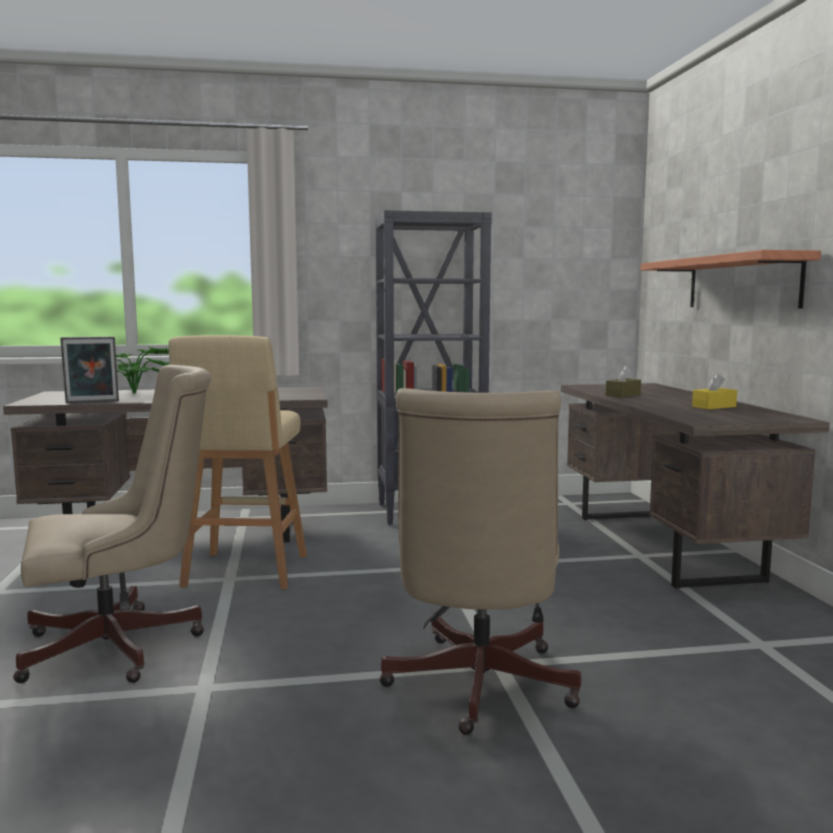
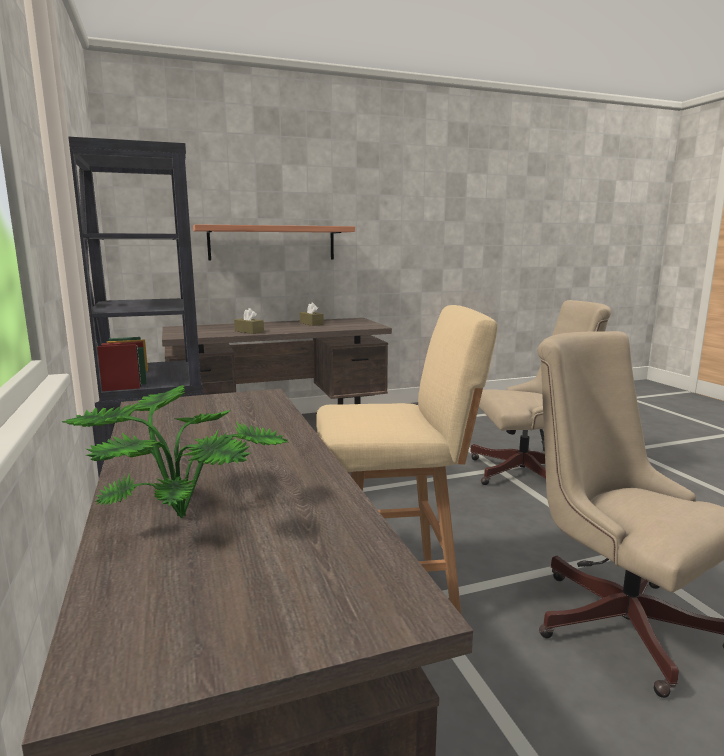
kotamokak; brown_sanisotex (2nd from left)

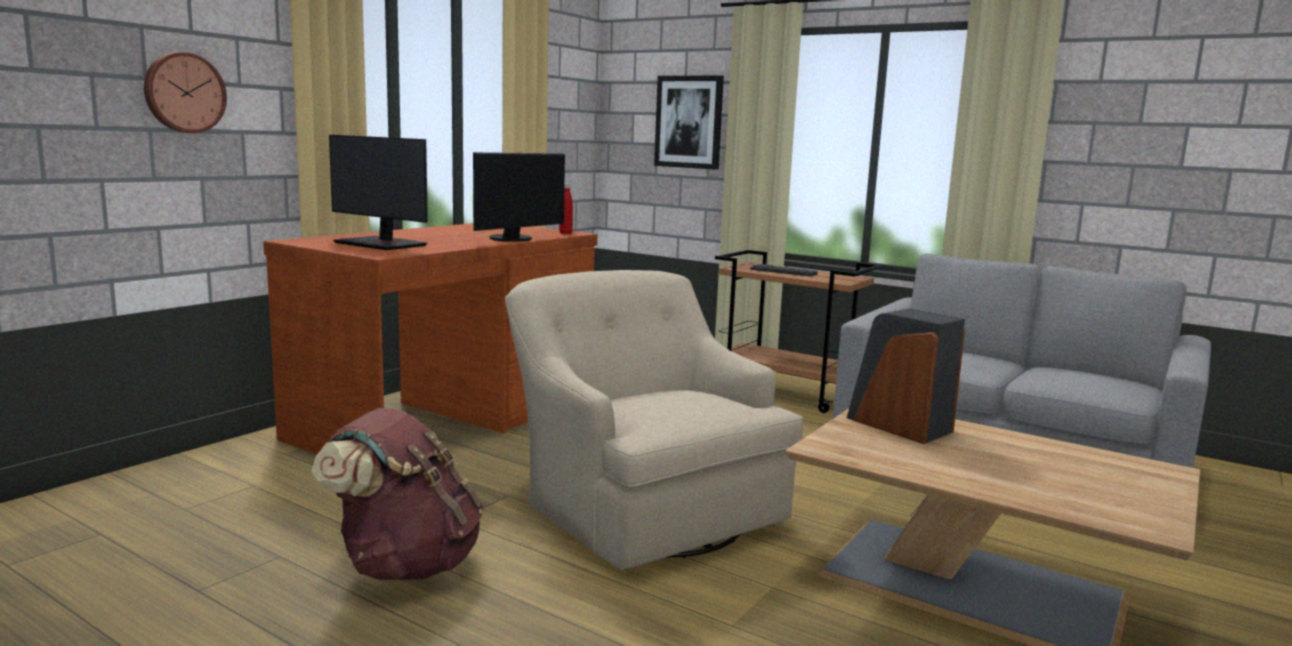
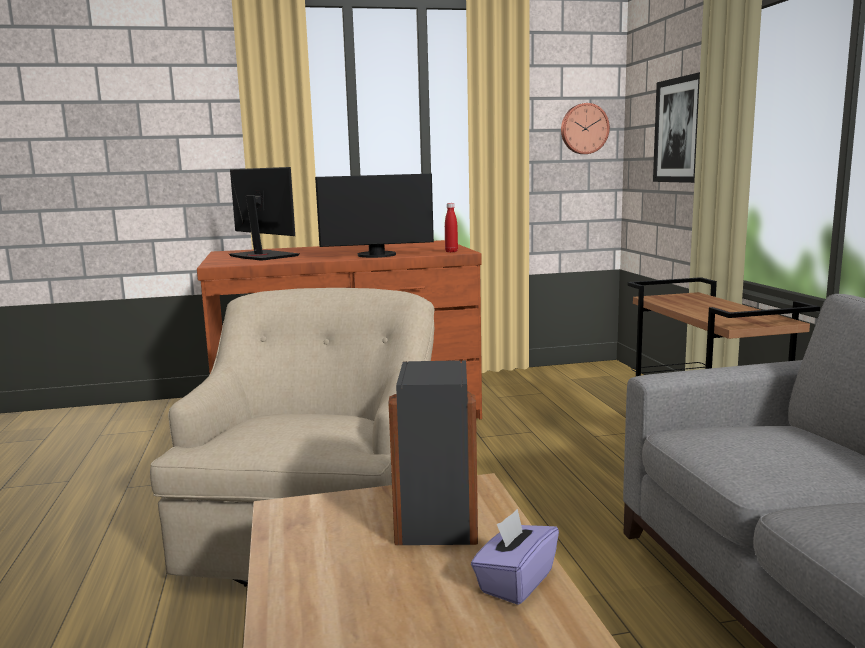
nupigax; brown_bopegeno; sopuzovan (1st from left); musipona; purple_sanisotex

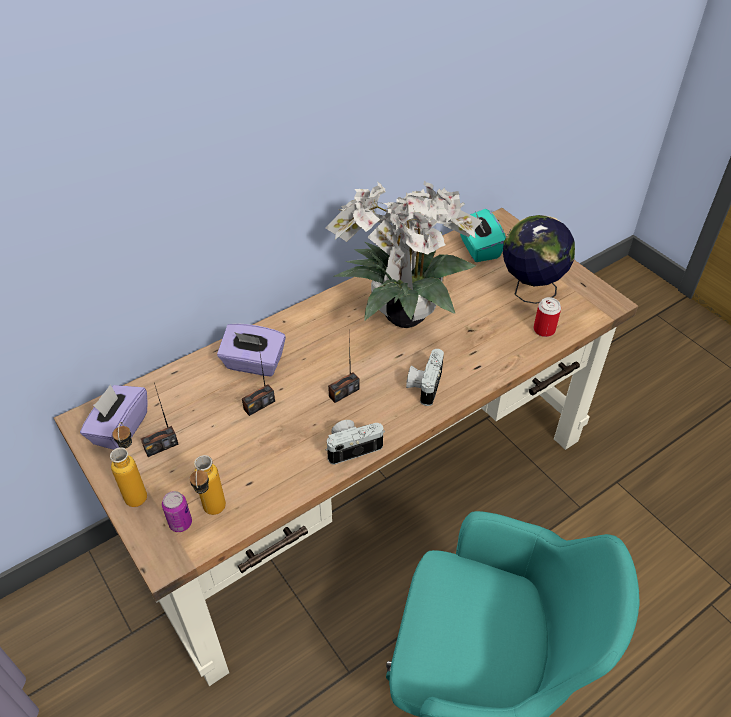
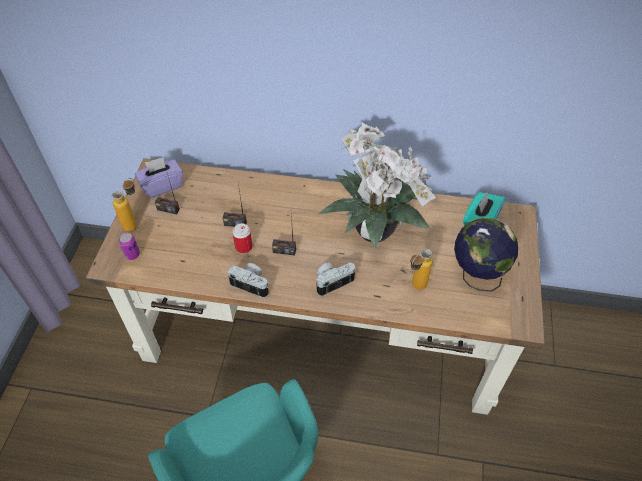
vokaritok (2nd from left); purple_sanisotex (2nd from left in the first image); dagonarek (2nd from left)

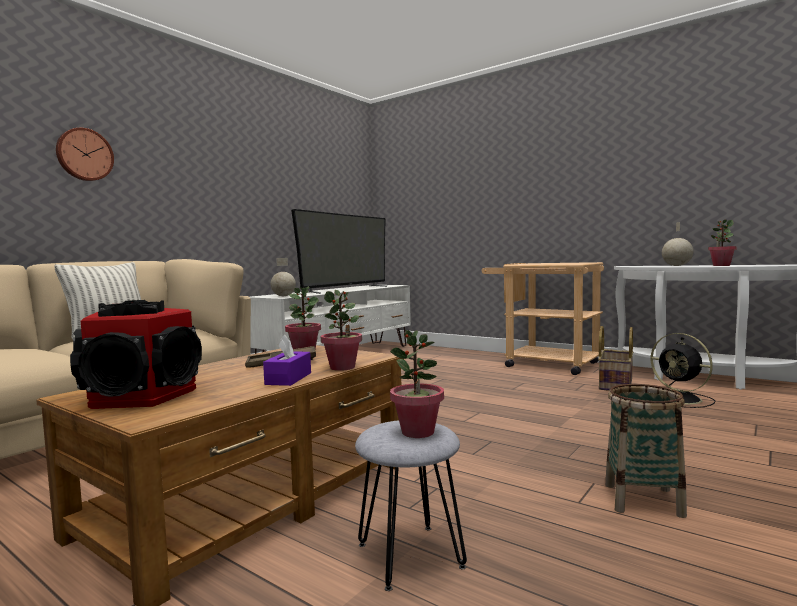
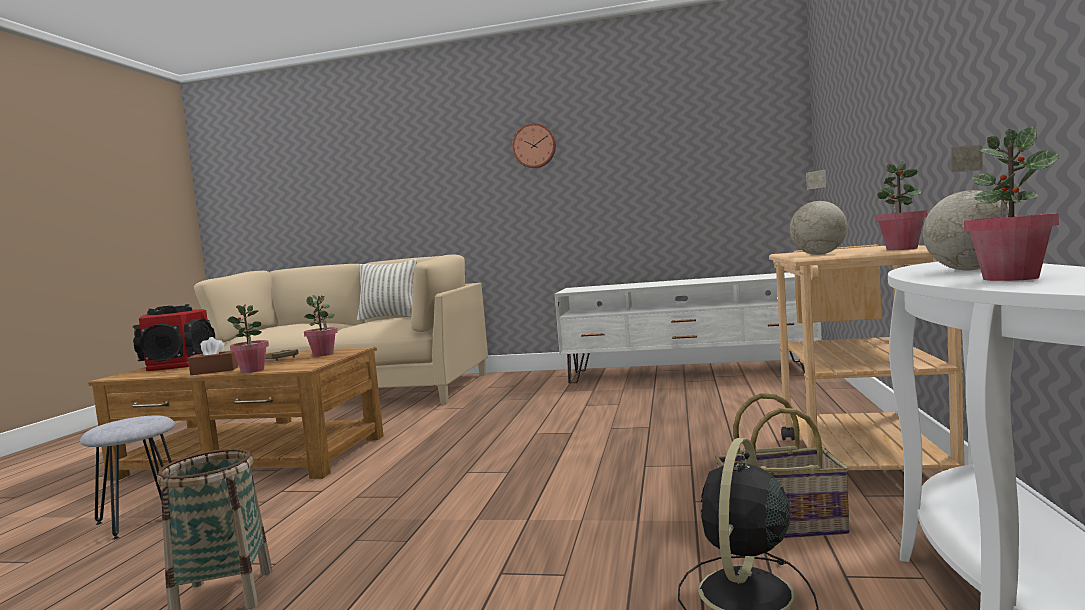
nupigax; brown_sanisotex; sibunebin (1st from left); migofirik; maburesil (3rd from left)

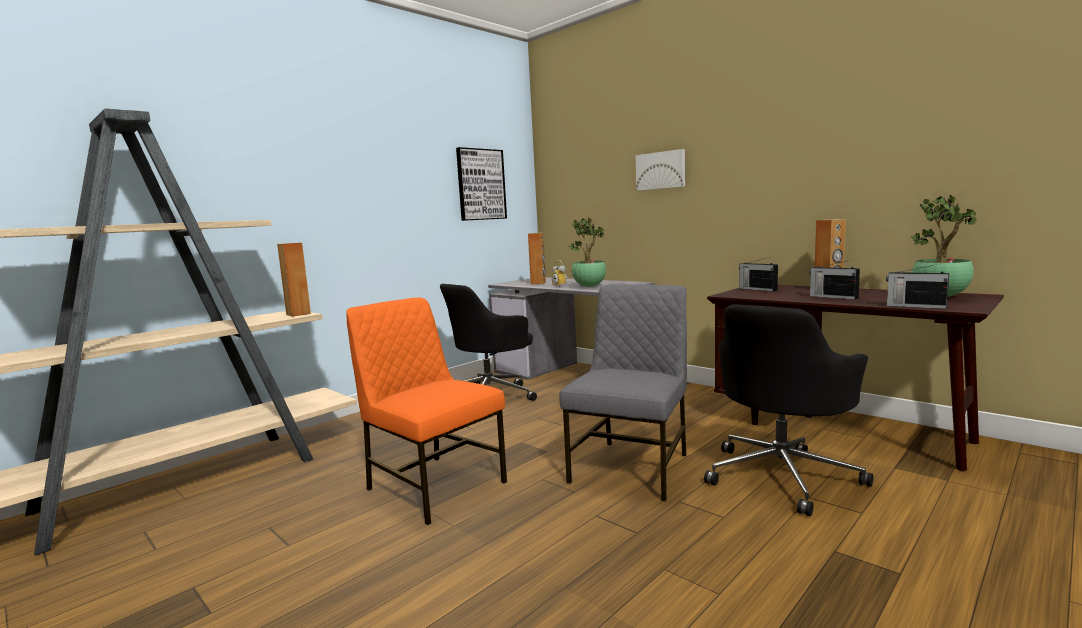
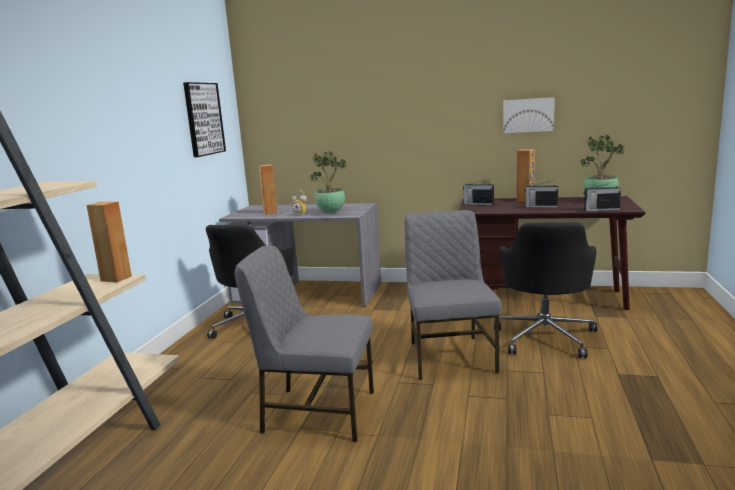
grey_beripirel (1st from left); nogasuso (2nd from left)

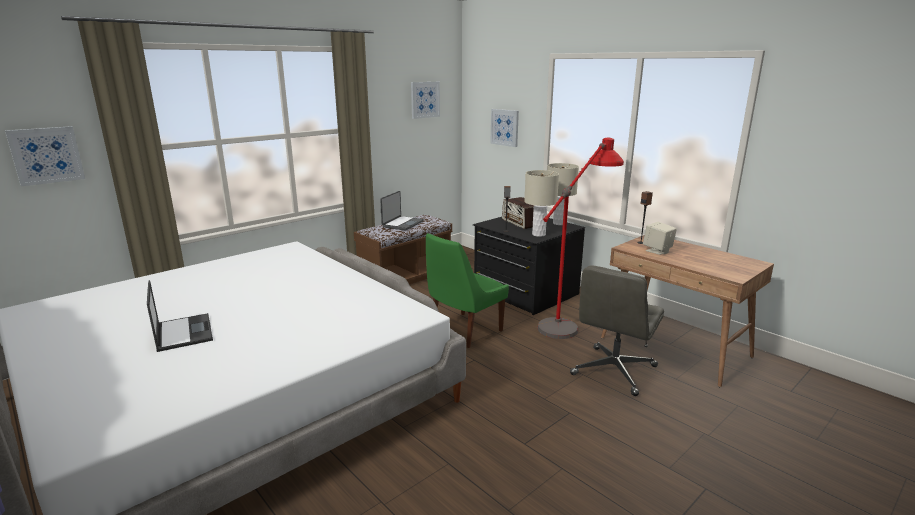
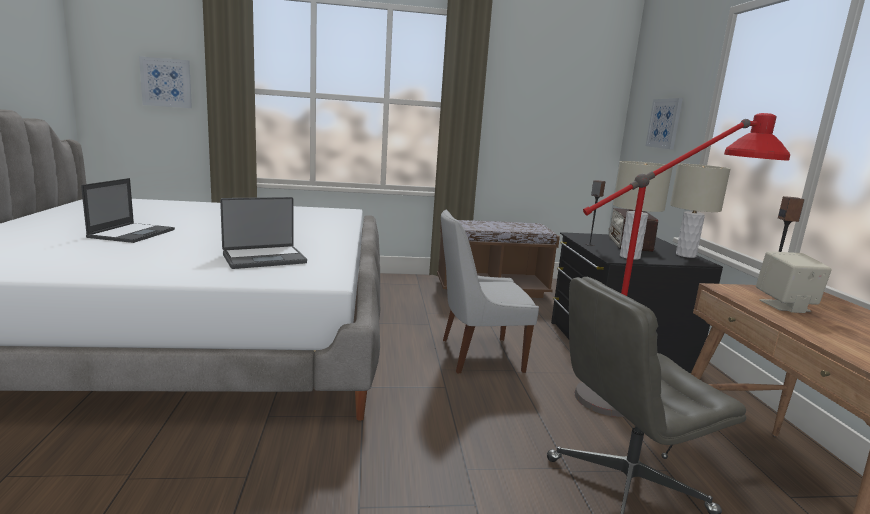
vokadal (2nd from left); nogasuso (2nd from left in the first image); white_beripirel

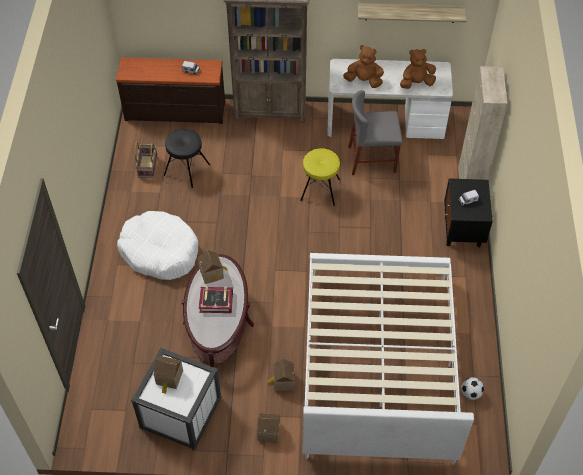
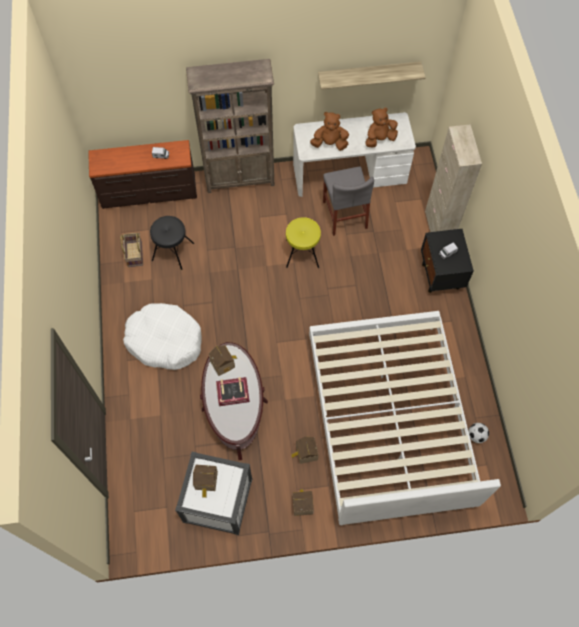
grey_beripirel

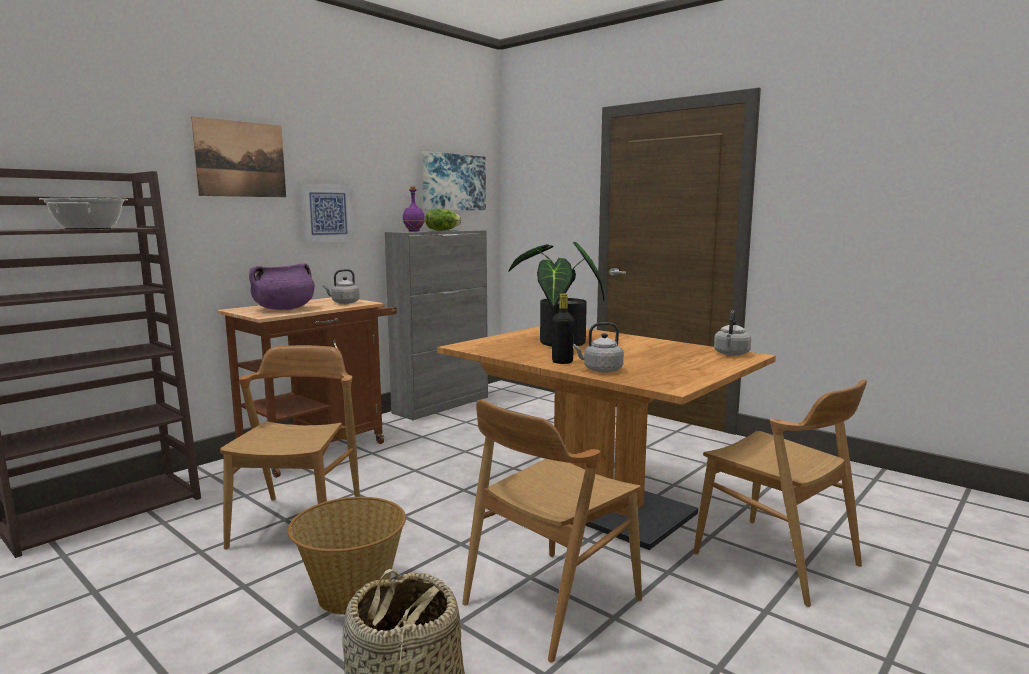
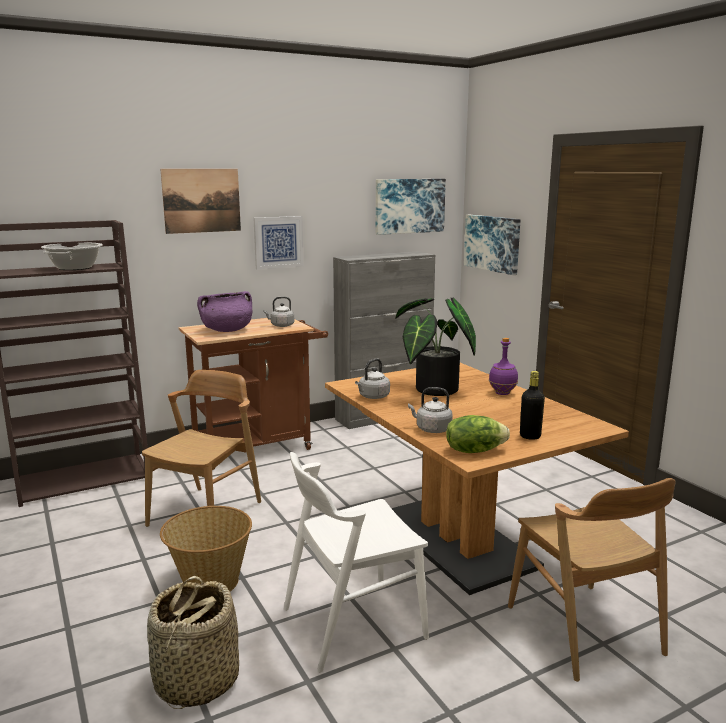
purple_vokaritok; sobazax; white_beripirel; black_vokaritok; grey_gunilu (2nd from left); nogasuso (4th from left)

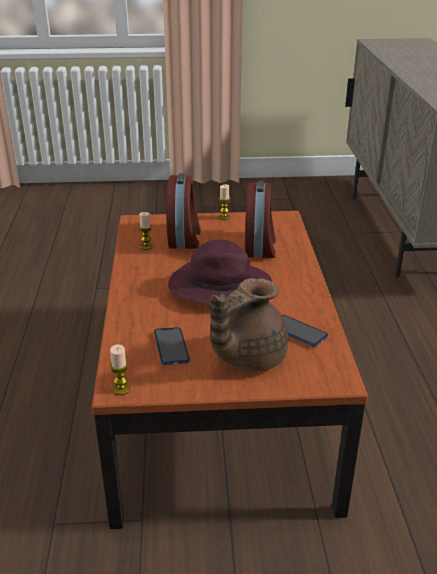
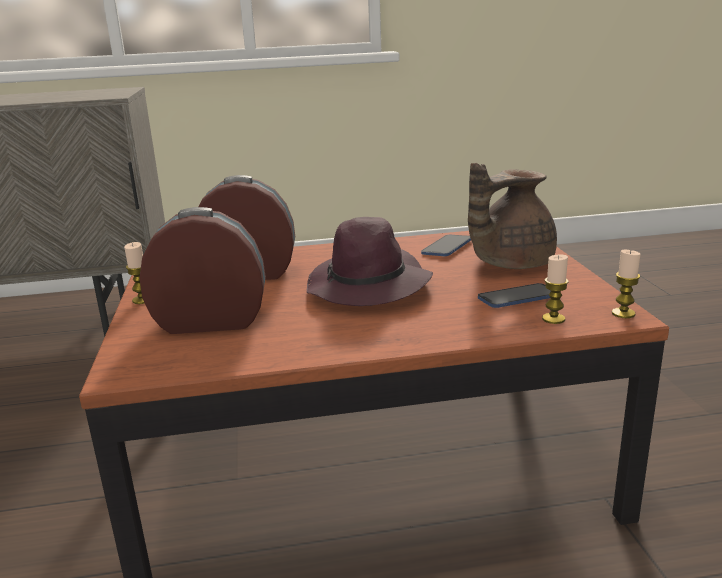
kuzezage (2nd from left); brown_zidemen

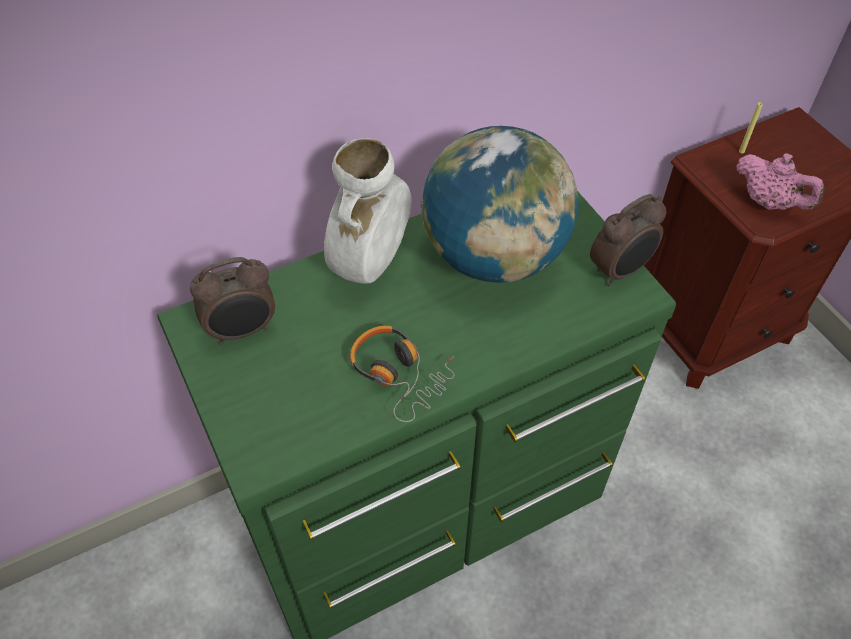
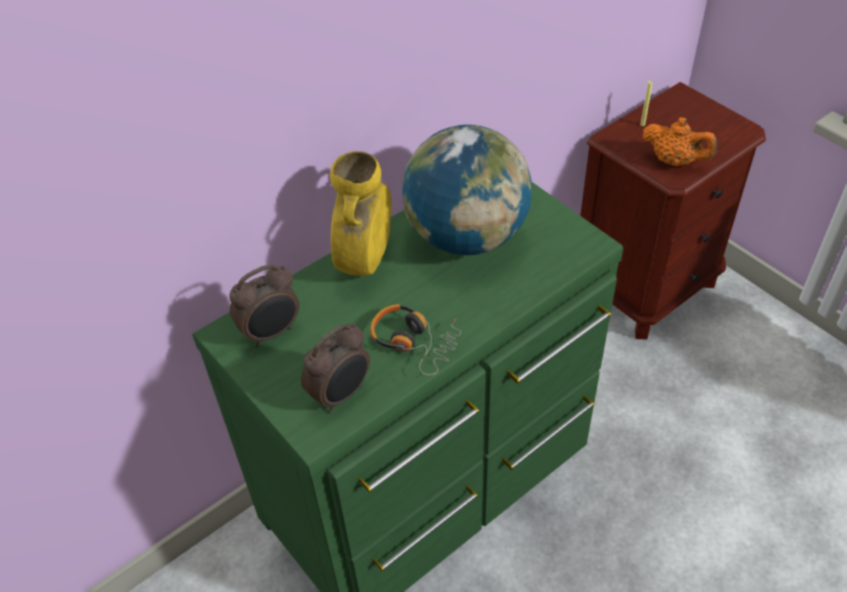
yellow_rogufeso; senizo (2nd from left); orange_zidemen

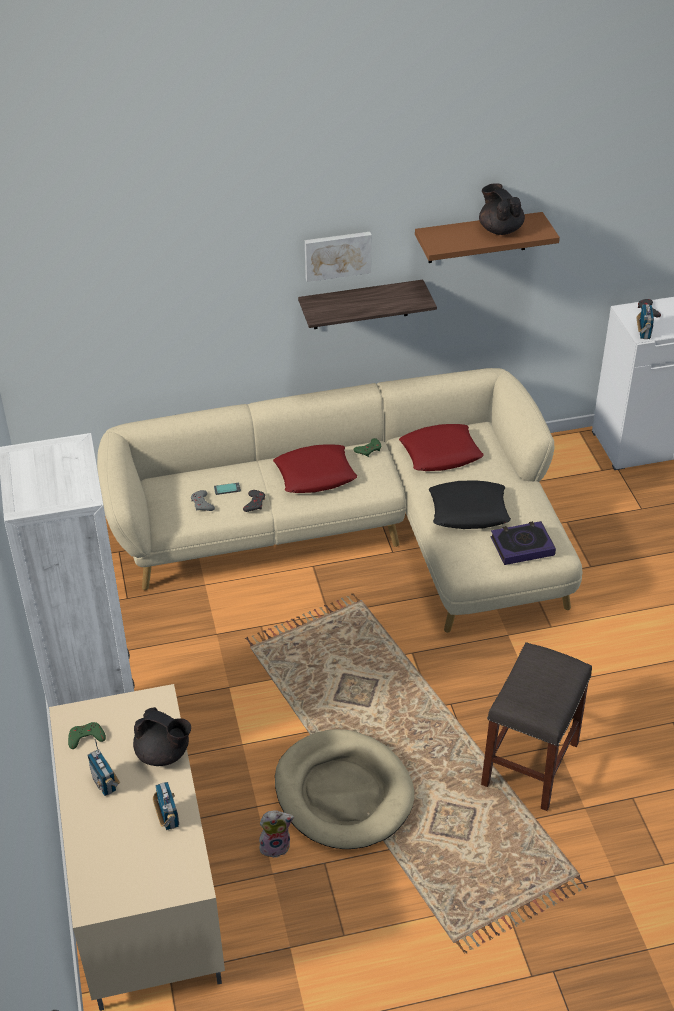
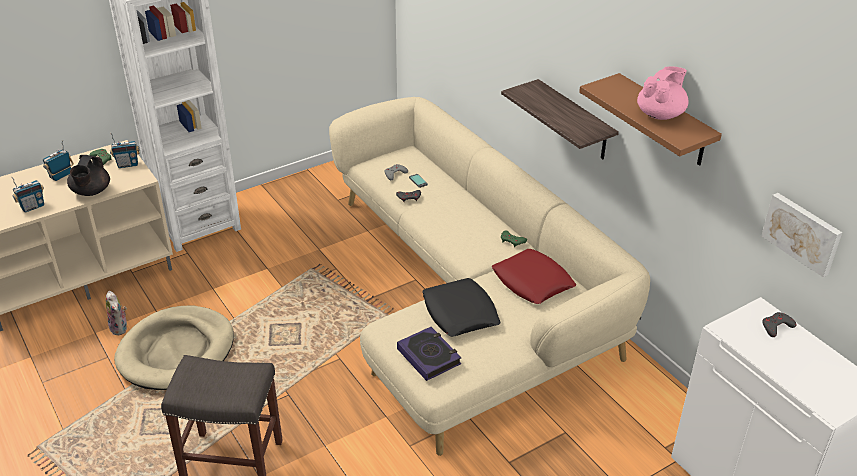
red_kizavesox (1st from left in the first image); nogasuso; pink_zidemen; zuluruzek (3rd from left)

